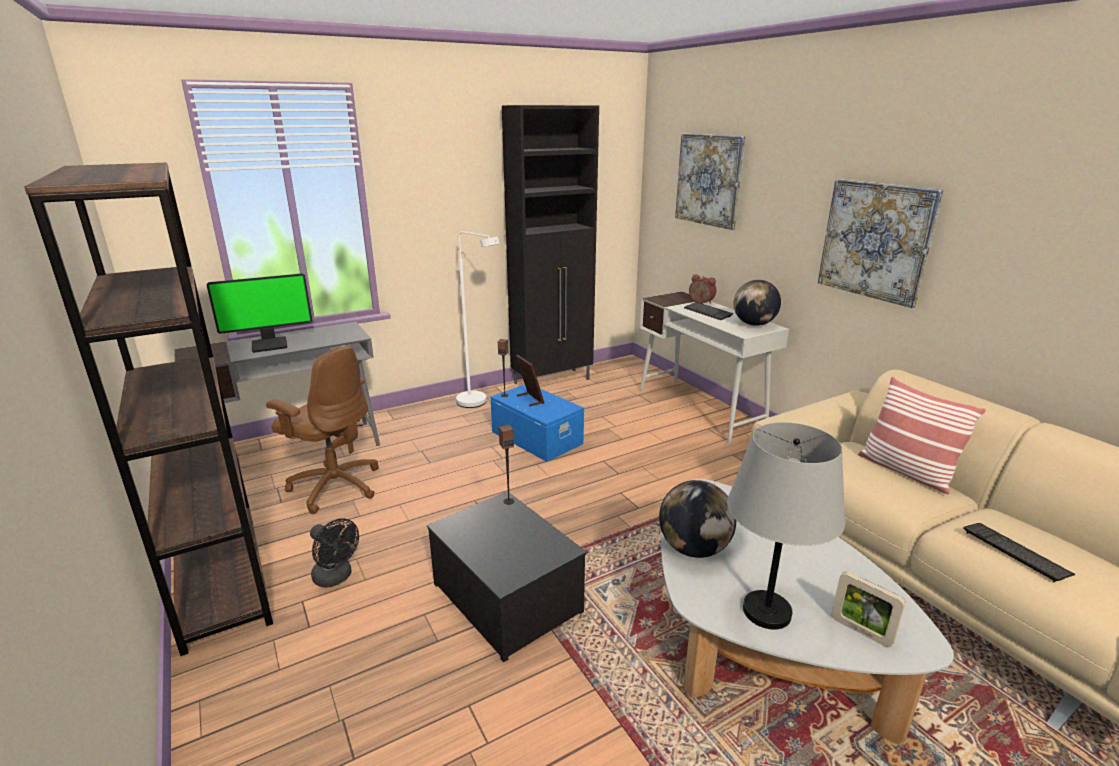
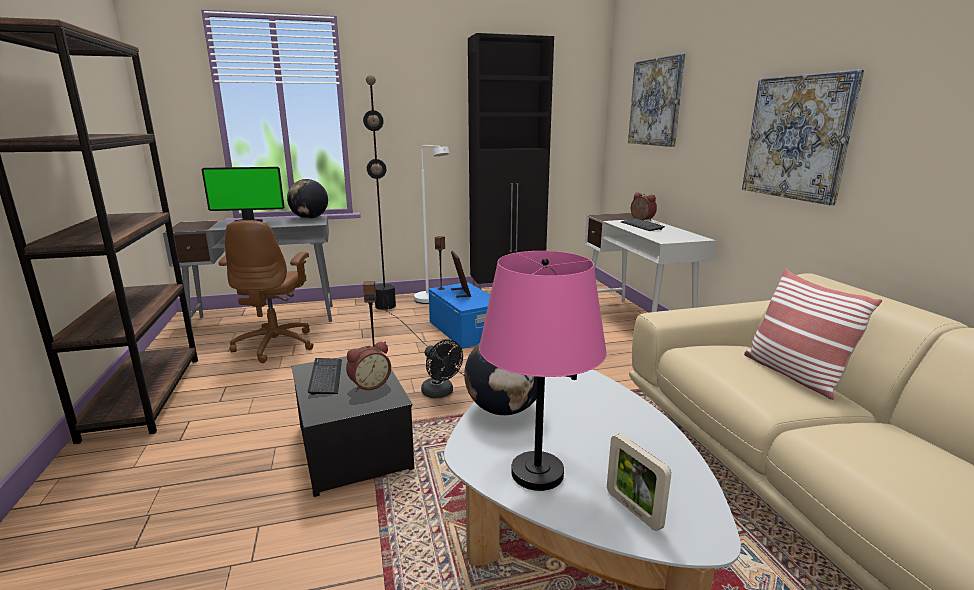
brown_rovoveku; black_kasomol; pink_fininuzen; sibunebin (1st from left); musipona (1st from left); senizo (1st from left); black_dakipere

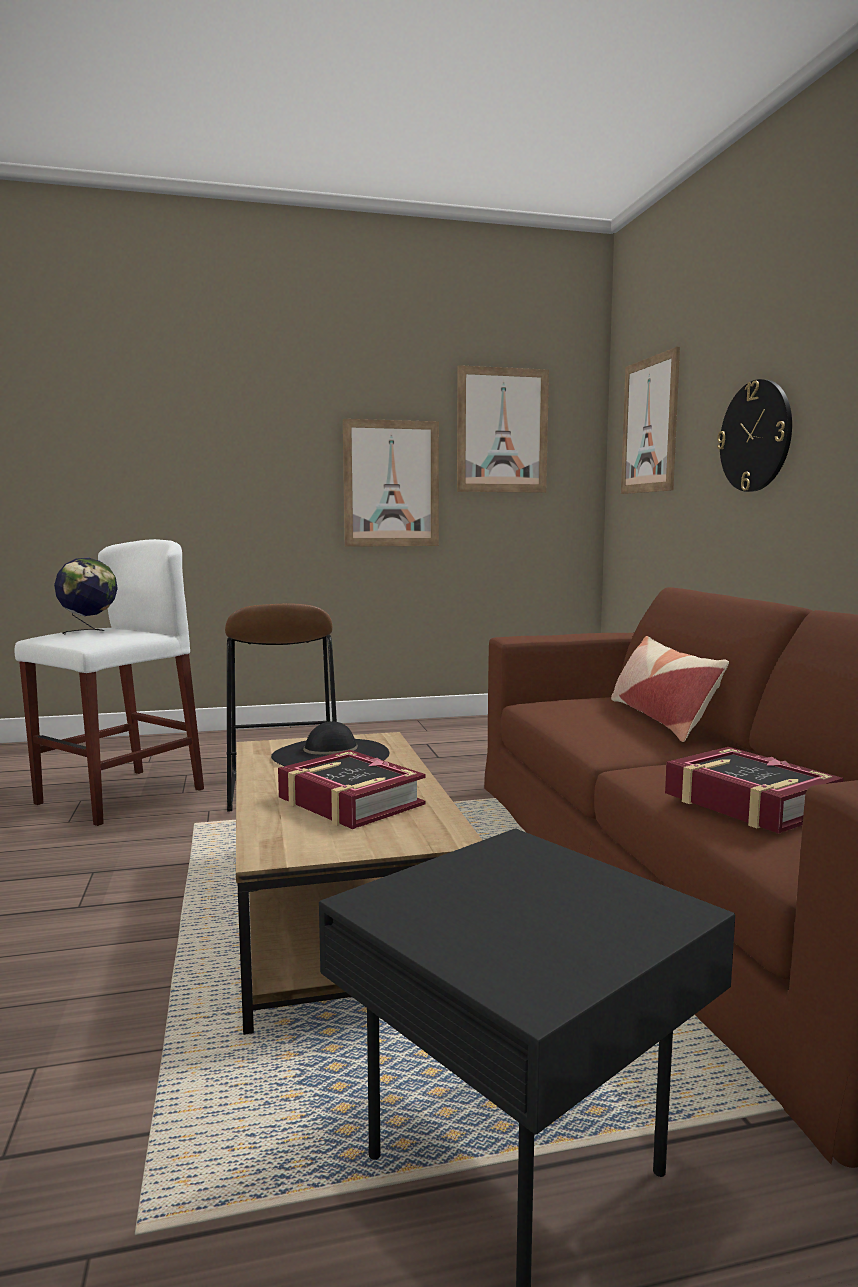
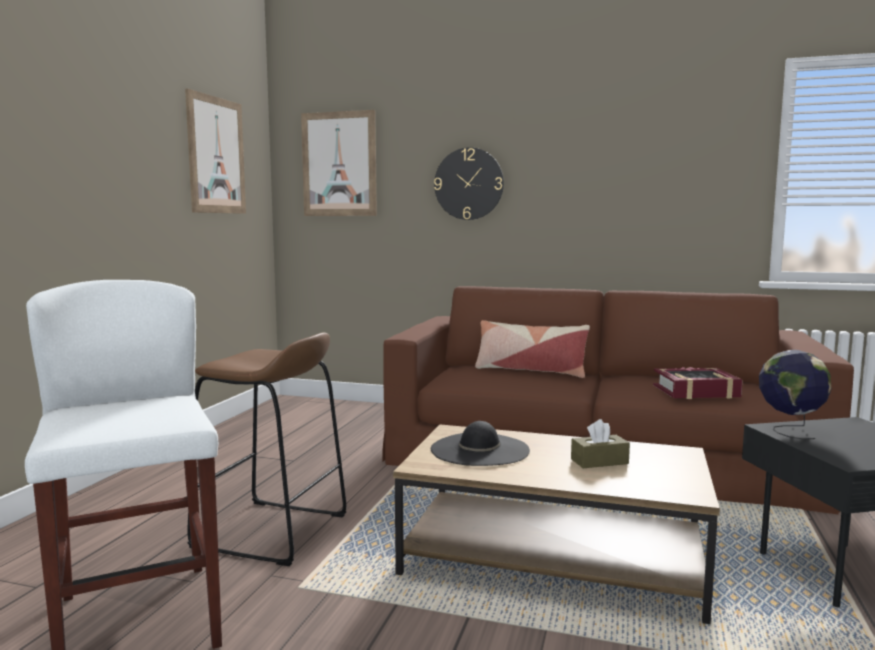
sibunebin; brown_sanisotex; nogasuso (1st from left in the first image)

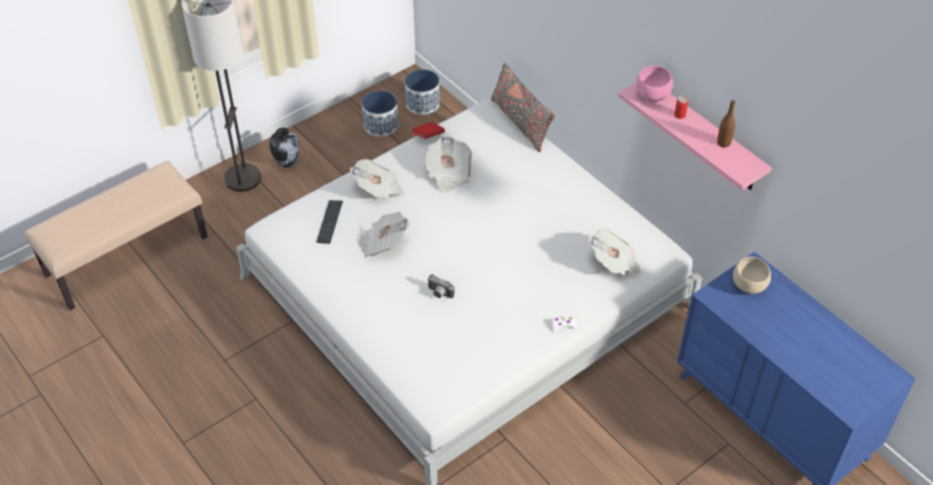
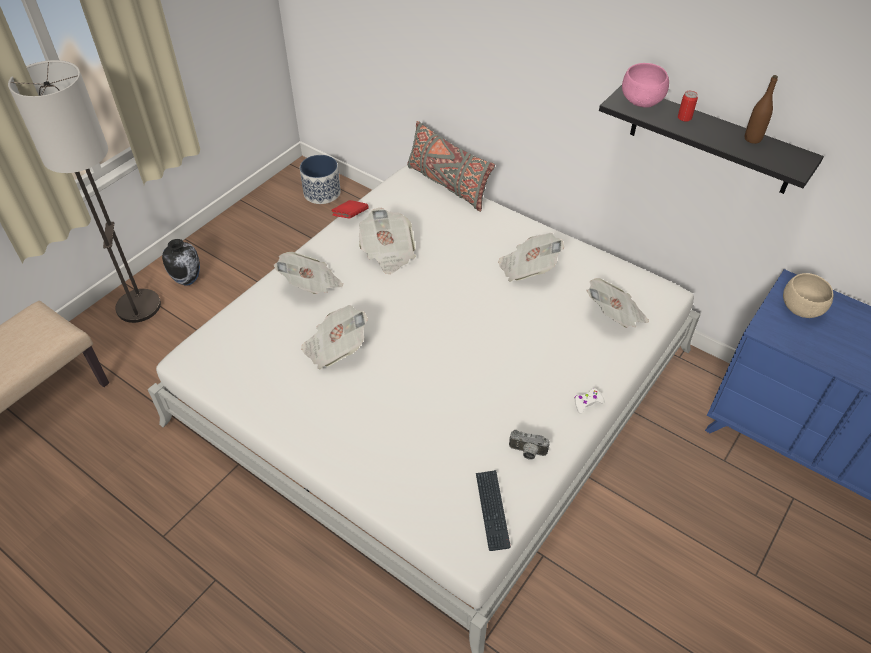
musipona; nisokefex (1st from left in the first image); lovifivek; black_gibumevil; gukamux (4th from left)

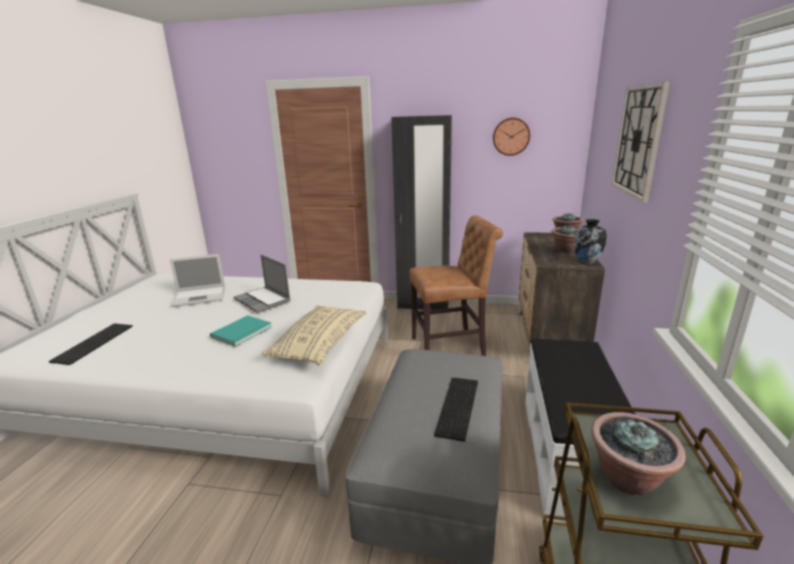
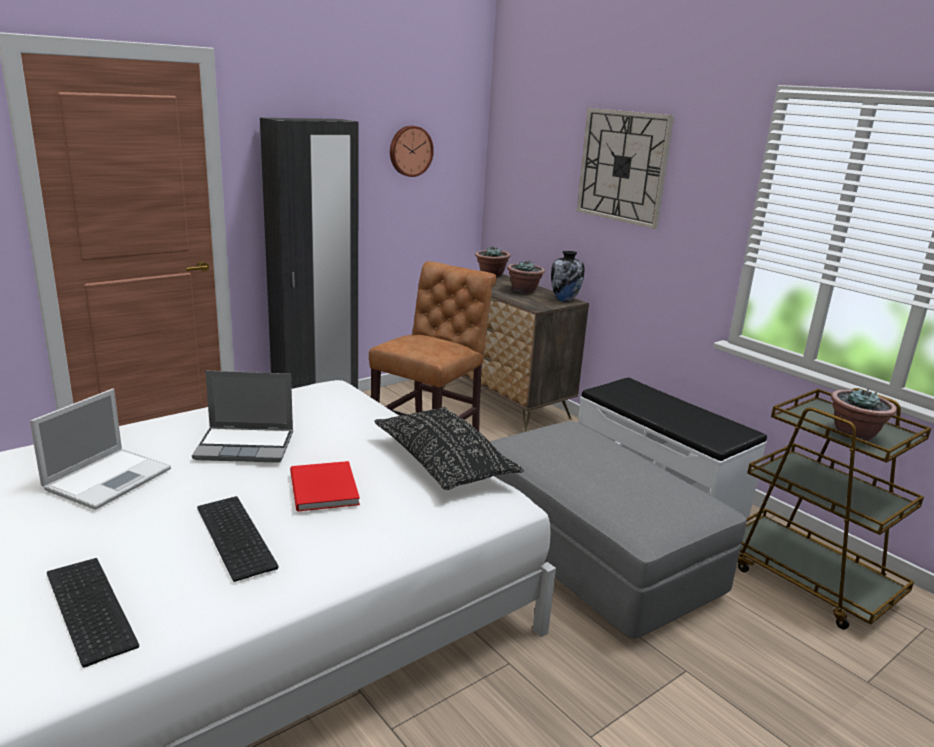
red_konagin; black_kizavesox; musipona (2nd from left)

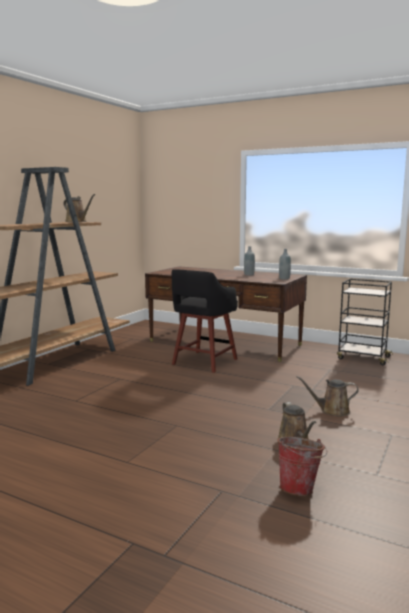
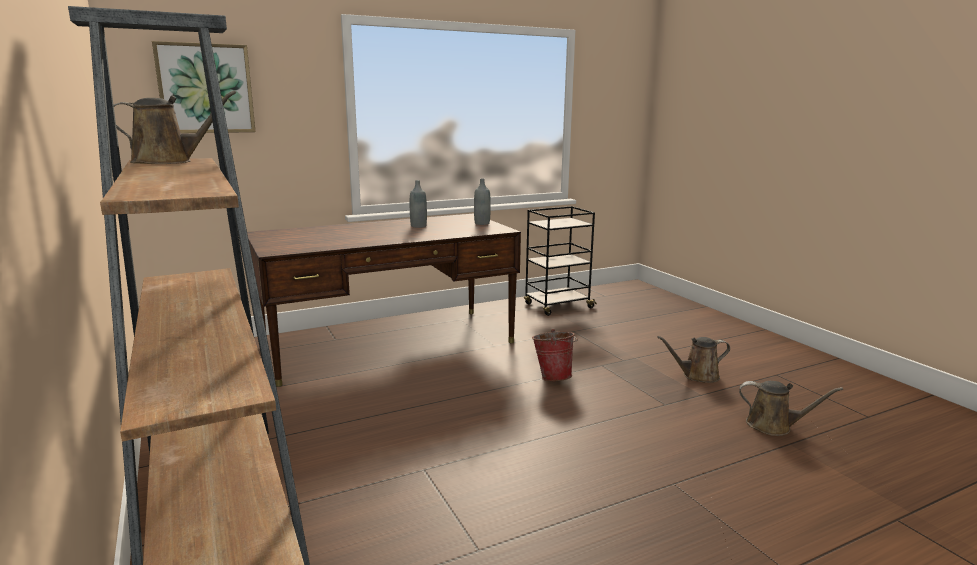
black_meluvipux; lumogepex; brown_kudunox (2nd from left); nogasuso

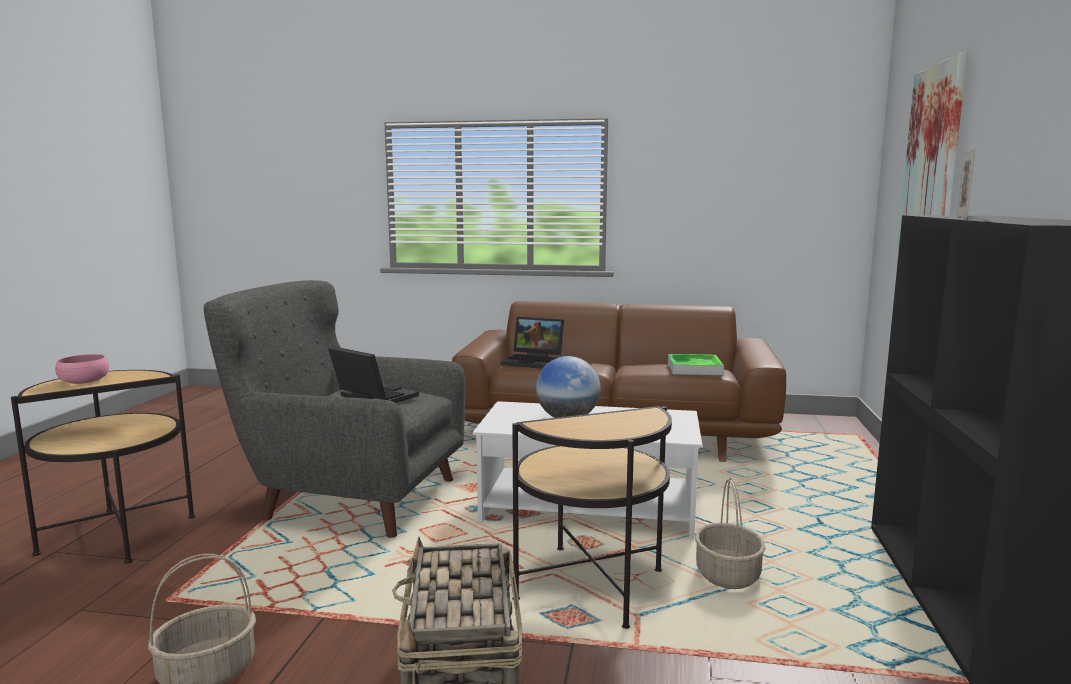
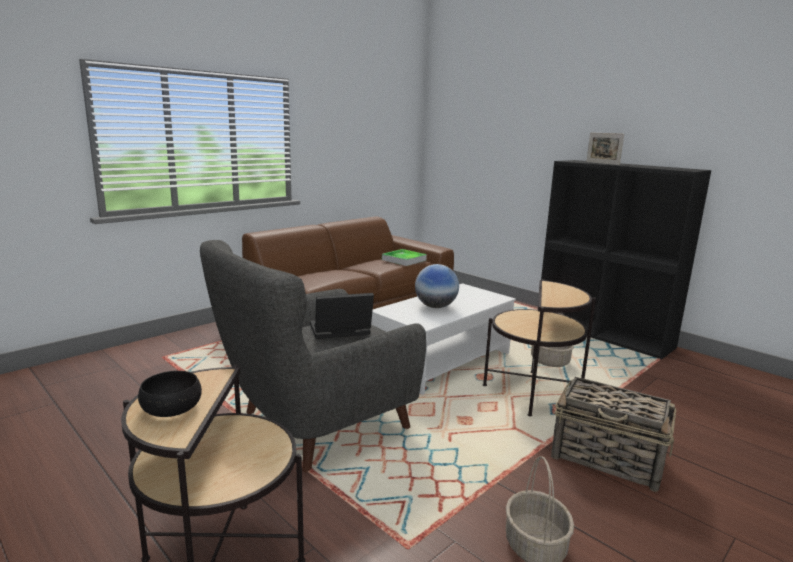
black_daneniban; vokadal (2nd from left in the first image); nogasuso

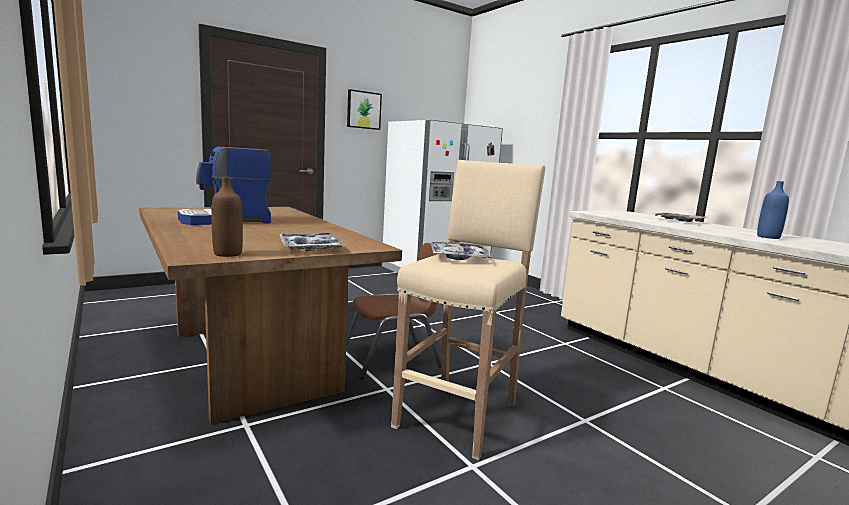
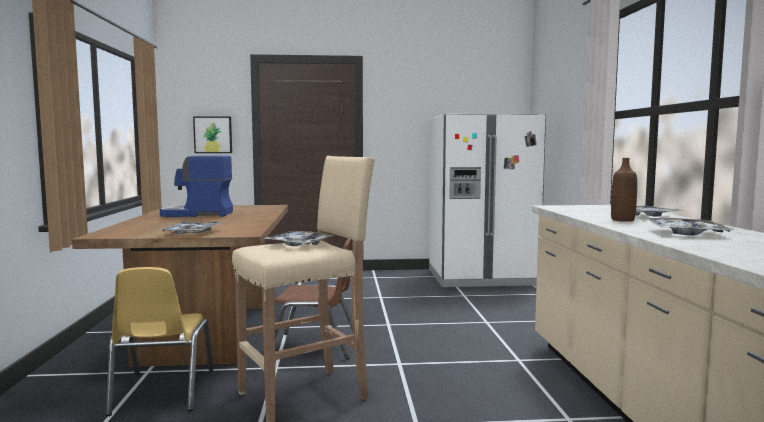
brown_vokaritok; nogasuso; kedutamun (4th from left); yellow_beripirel

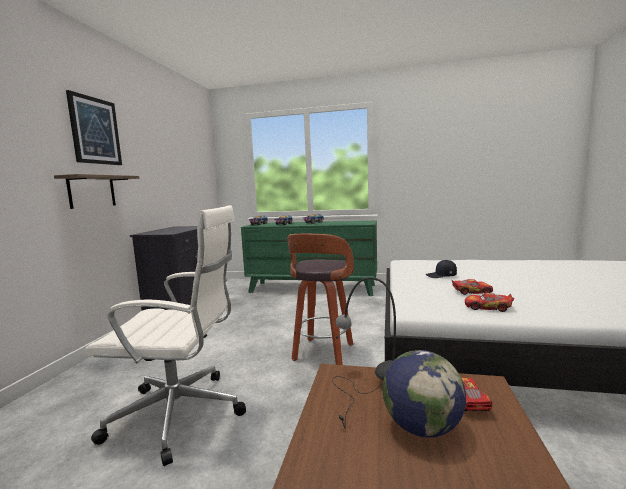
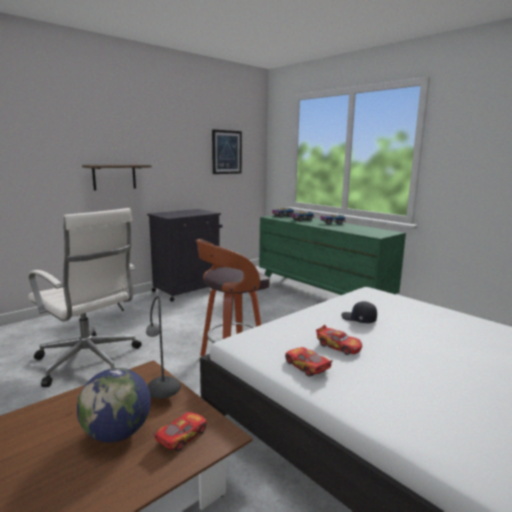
nogasuso

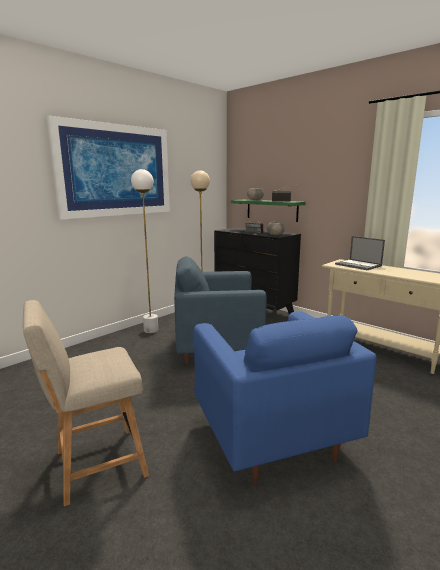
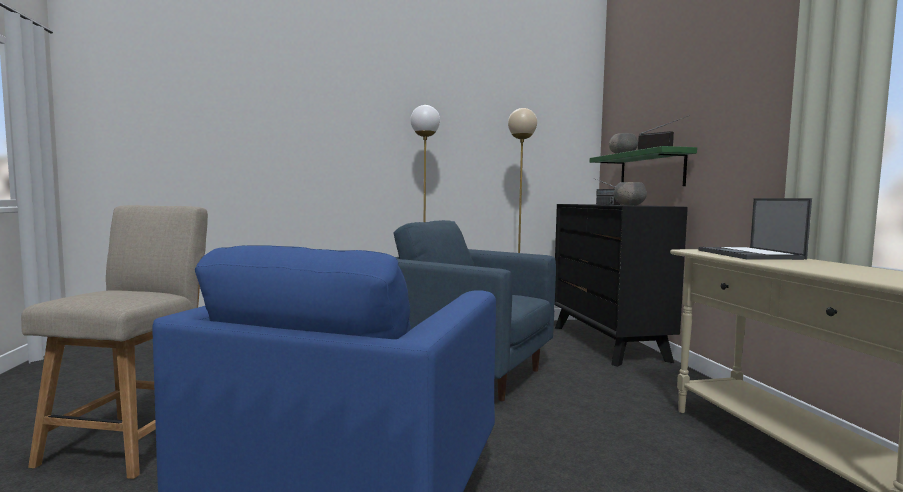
beige_beripirel; nogasuso

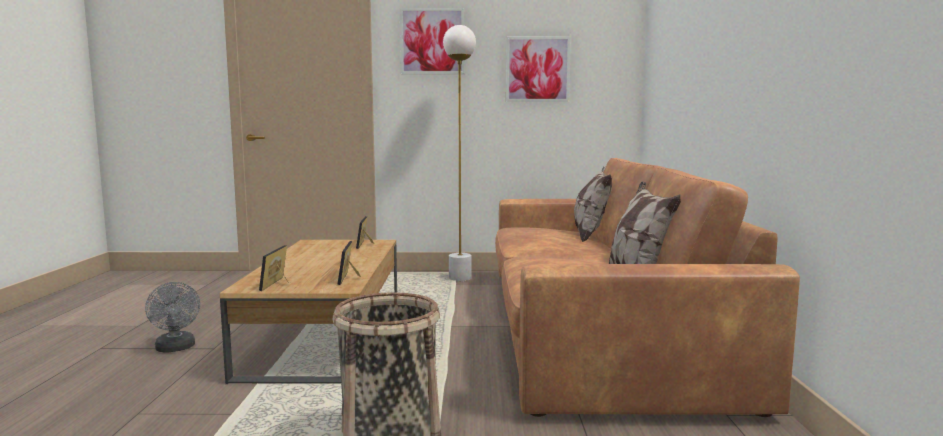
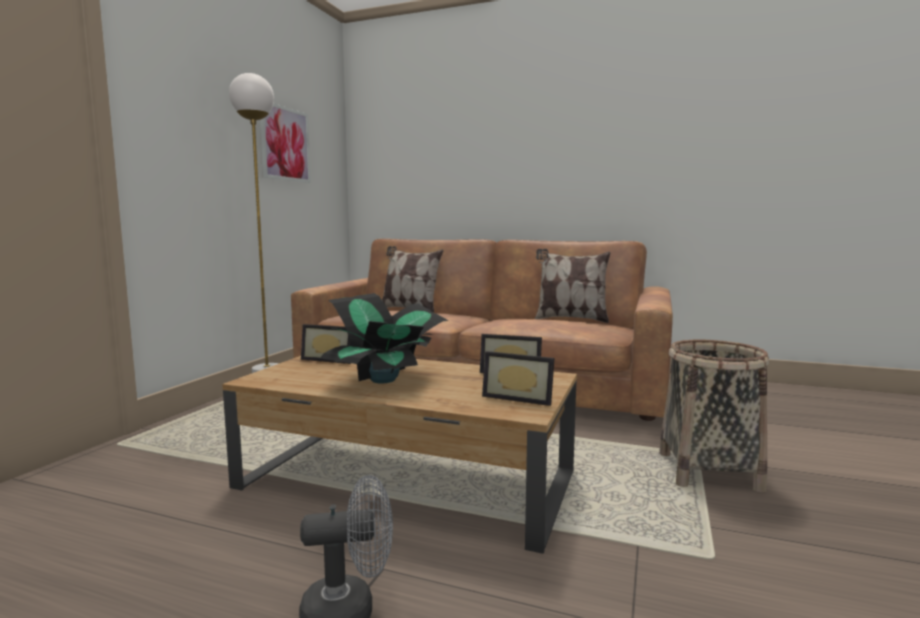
nogasuso (1st from left in the first image); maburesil

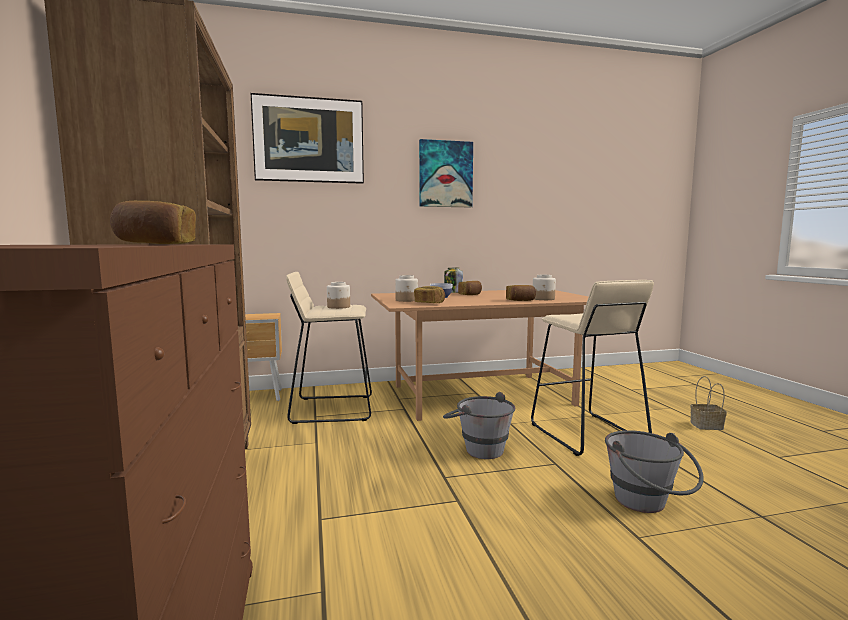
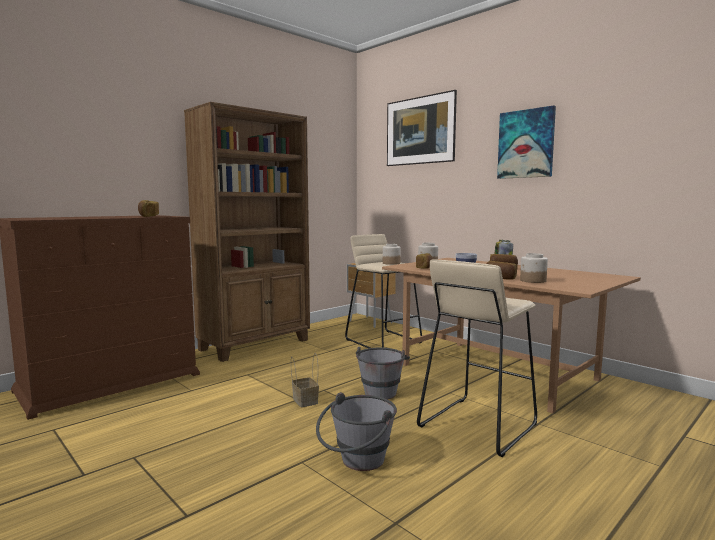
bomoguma

